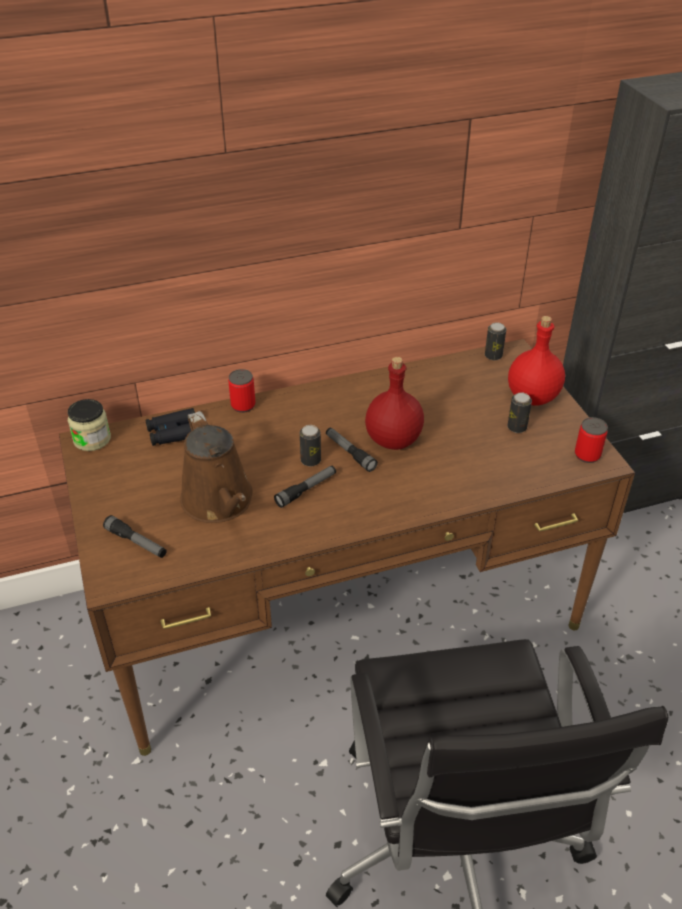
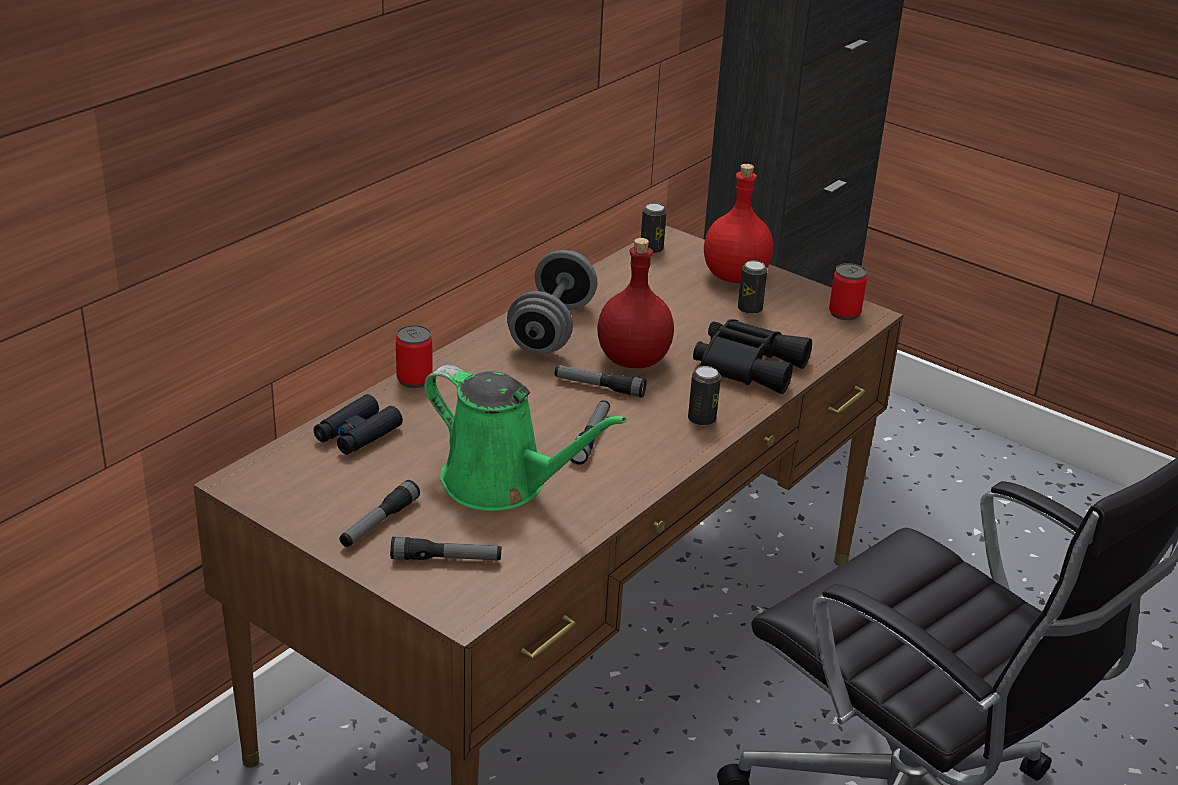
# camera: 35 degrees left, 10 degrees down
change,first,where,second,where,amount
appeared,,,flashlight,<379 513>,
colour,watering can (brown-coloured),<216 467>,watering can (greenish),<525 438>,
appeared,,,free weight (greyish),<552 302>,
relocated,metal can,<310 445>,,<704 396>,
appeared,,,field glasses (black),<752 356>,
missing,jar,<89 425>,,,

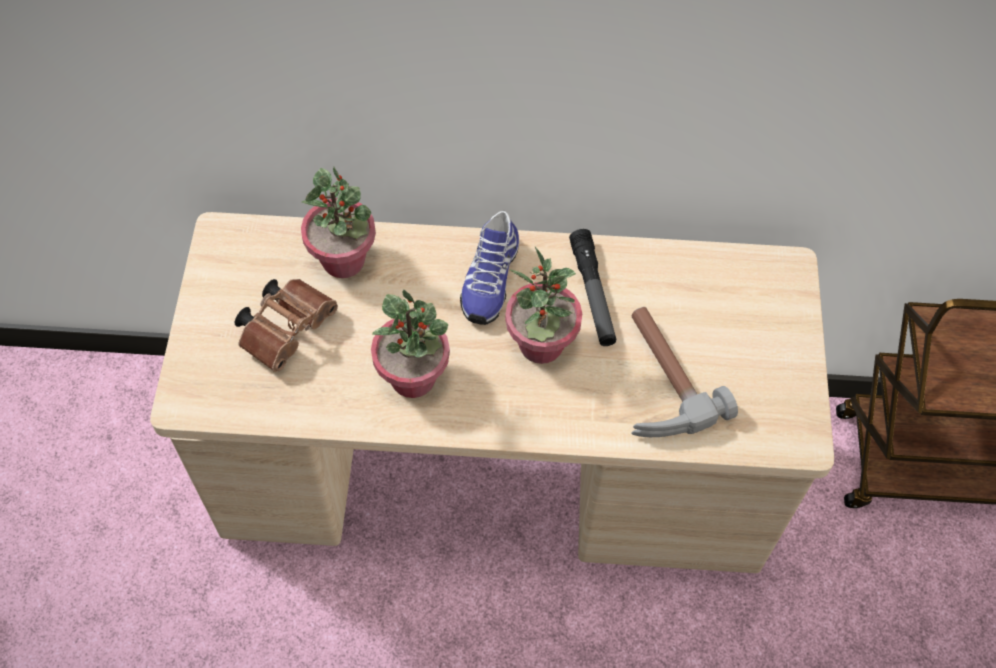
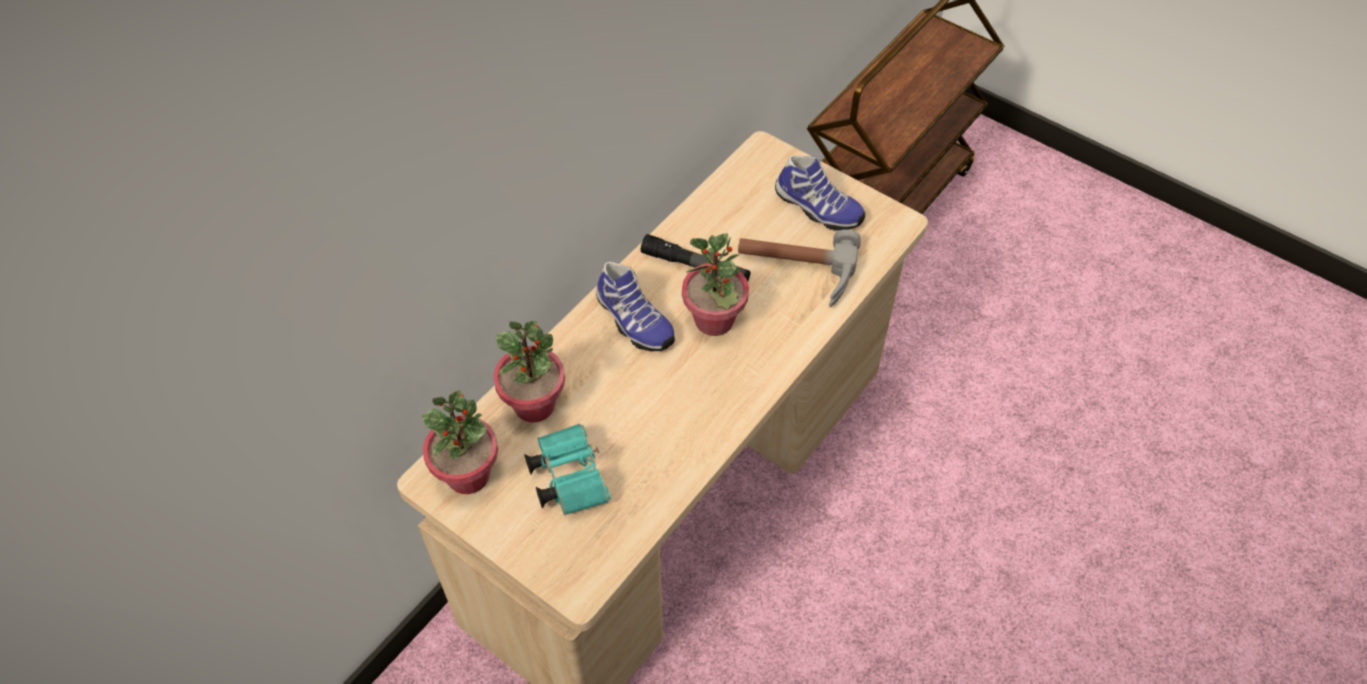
# camera: 55 degrees left, 5 degrees down
change,first,where,second,where,amount
relocated,houseplant,<410 343>,,<460 442>,
colour,field glasses (brown-coloured),<286 325>,field glasses (turquoise-coloured),<567 469>,
appeared,,,item of footwear,<820 193>,

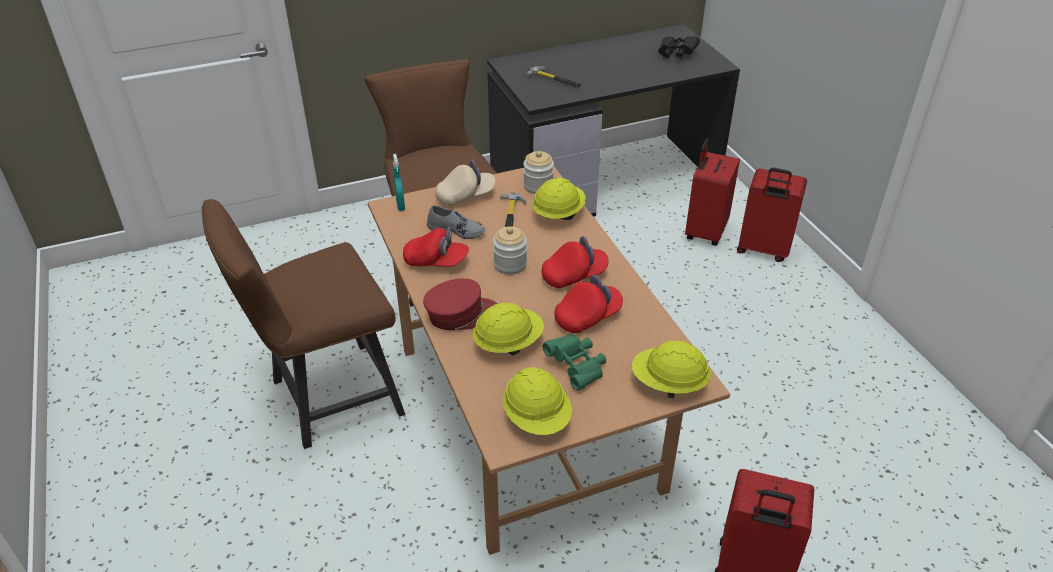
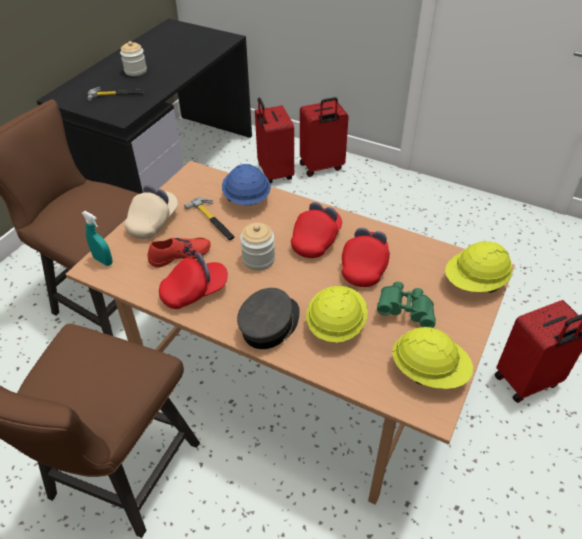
# camera: 40 degrees left, 5 degrees up
change,first,where,second,where,amount
relocated,jar,<538 172>,,<133 58>,
colour,item of footwear (greyish),<456 222>,item of footwear (red-coloured),<179 253>,
colour,hard hat (yellowish),<559 199>,hard hat (blue),<246 184>,
colour,peaked cap (red-coloured),<460 304>,peaked cap (greyish),<268 318>,
missing,field glasses (black),<679 47>,,,

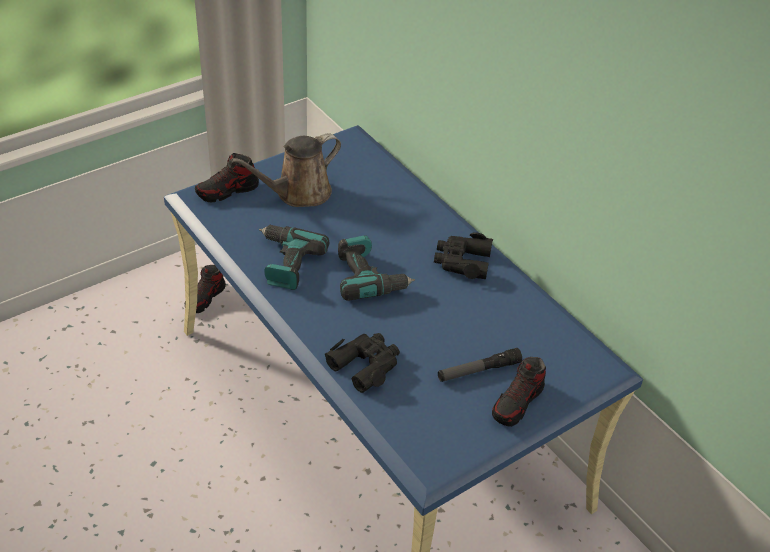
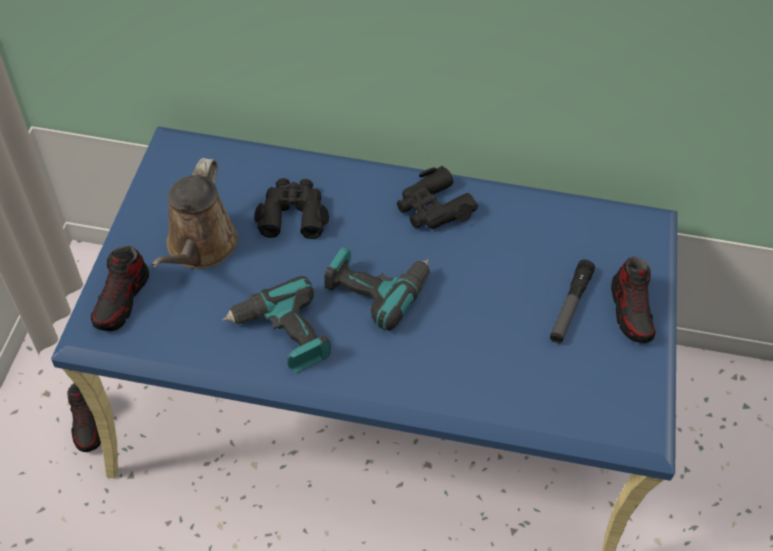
# camera: 45 degrees left, 10 degrees up
change,first,where,second,where,amount
relocated,field glasses (black),<362 363>,,<291 208>,

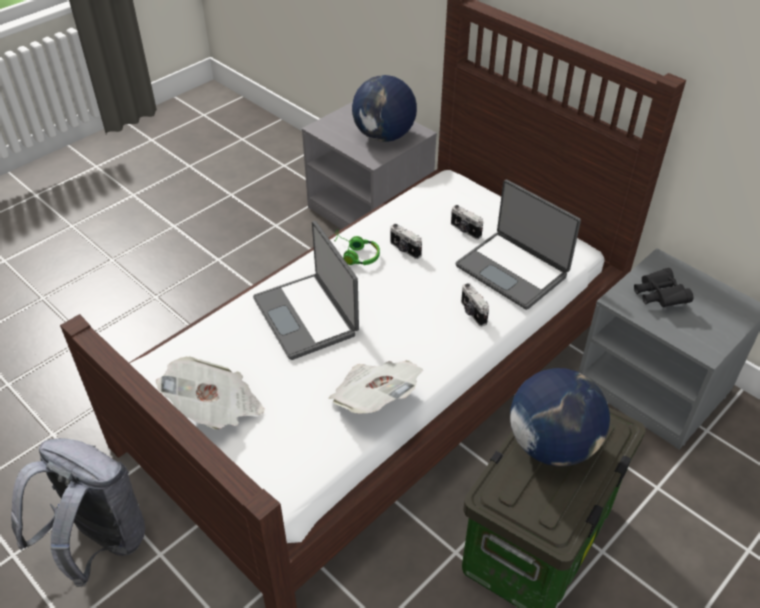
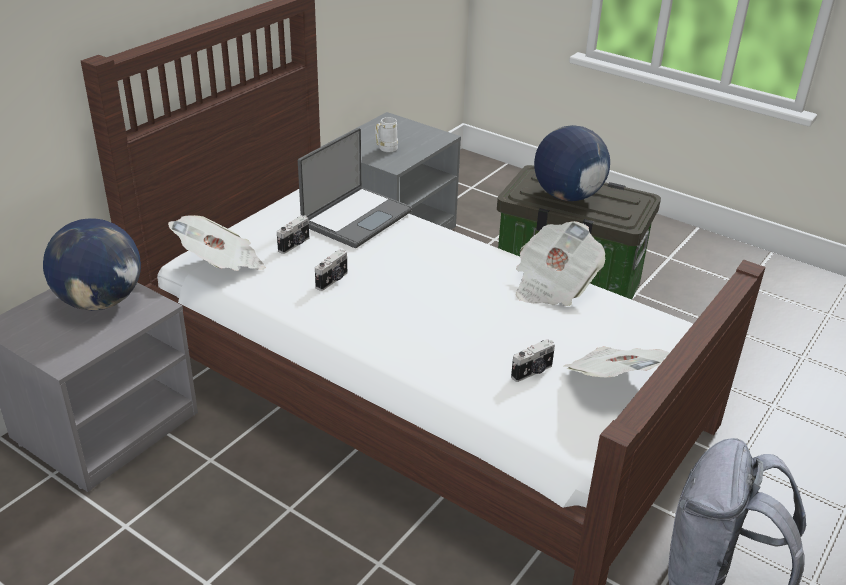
# camera: 100 degrees left, 10 degrees down
change,first,where,second,where,amount
appeared,,,printed paper,<217 243>,
exchanged,field glasses (black),<663 287>,tea mug (white-coloured),<386 134>,
relocated,still camera,<475 304>,,<533 360>,
missing,laptop,<306 290>,,,
missing,headset (greenish),<356 247>,,,

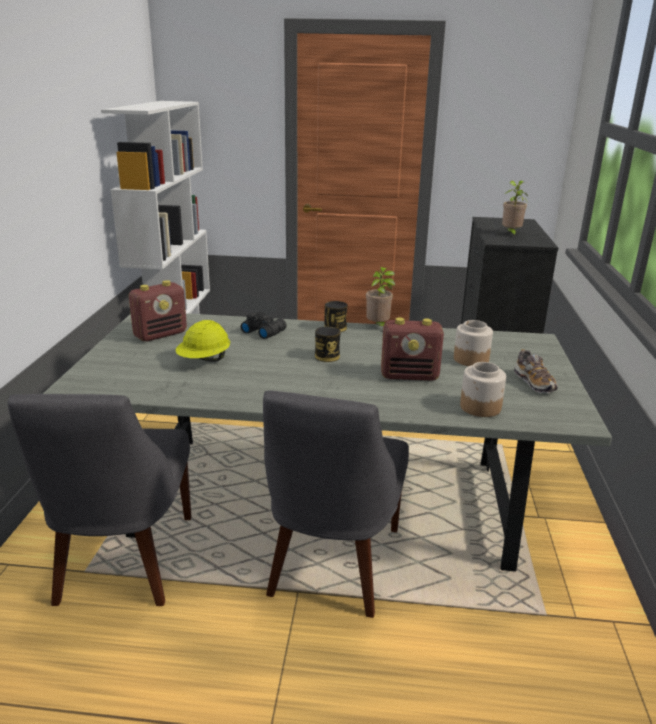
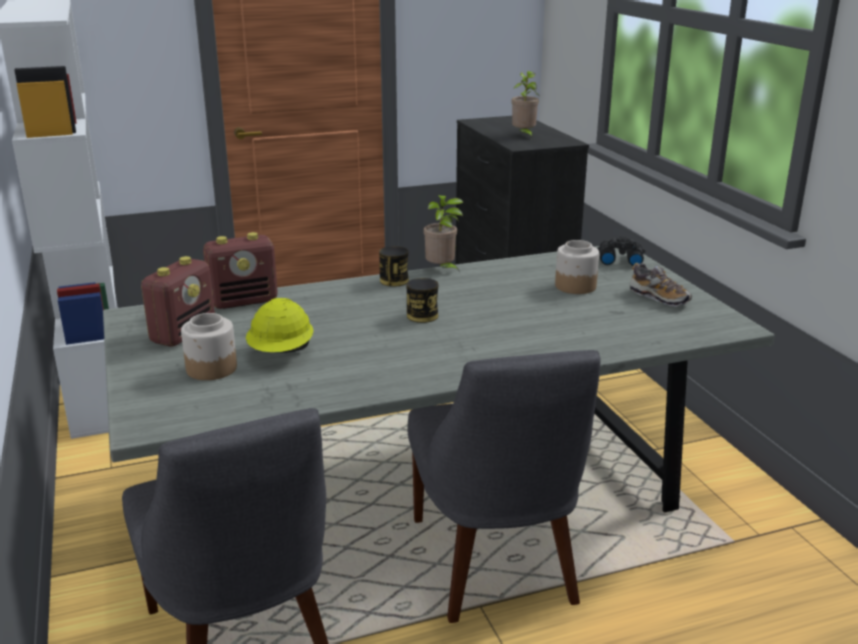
# camera: 25 degrees left, 0 degrees up
change,first,where,second,where,amount
relocated,jar,<483 389>,,<209 346>,
relocated,radio set,<412 349>,,<240 270>,
relocated,field glasses (black),<264 325>,,<621 251>,

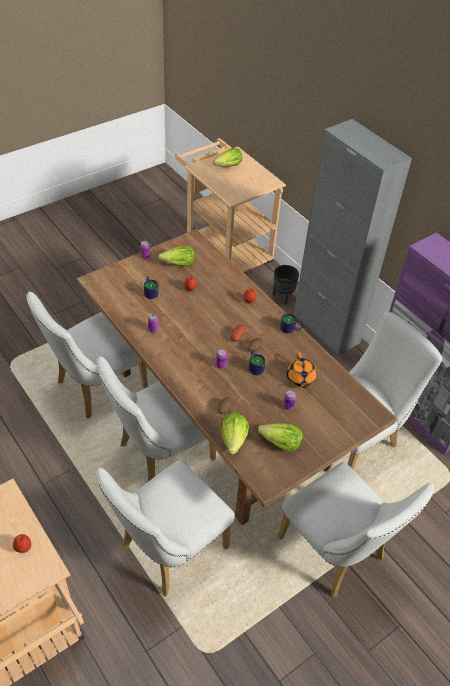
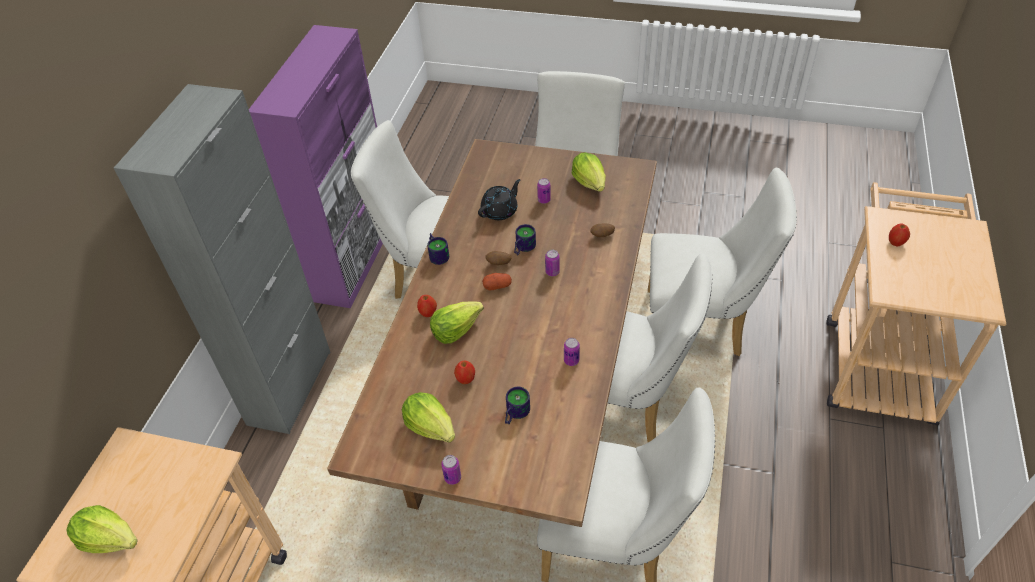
# camera: 125 degrees left, 0 degrees up
change,first,where,second,where,amount
relocated,head of lettuce,<235 433>,,<457 323>,
colour,pot for tea (orangey),<302 370>,pot for tea (black),<499 199>,
missing,planter (black),<286 285>,,,

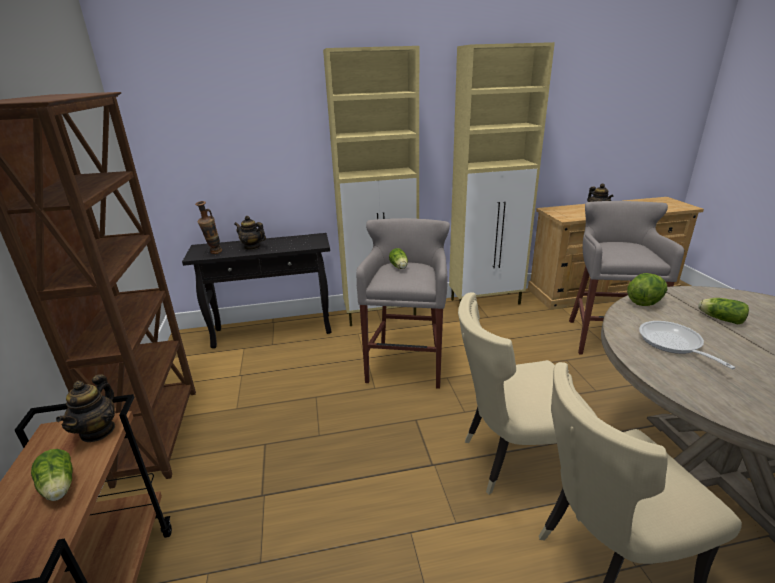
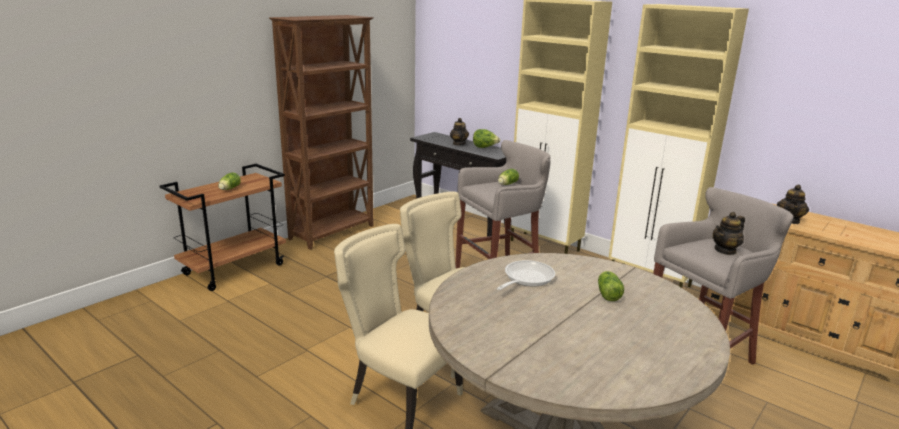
# camera: 50 degrees right, 5 degrees down
change,first,where,second,where,amount
relocated,head of lettuce,<647 289>,,<486 138>,
relocated,pot for tea,<85 408>,,<729 233>,
missing,flower vase,<208 227>,,,

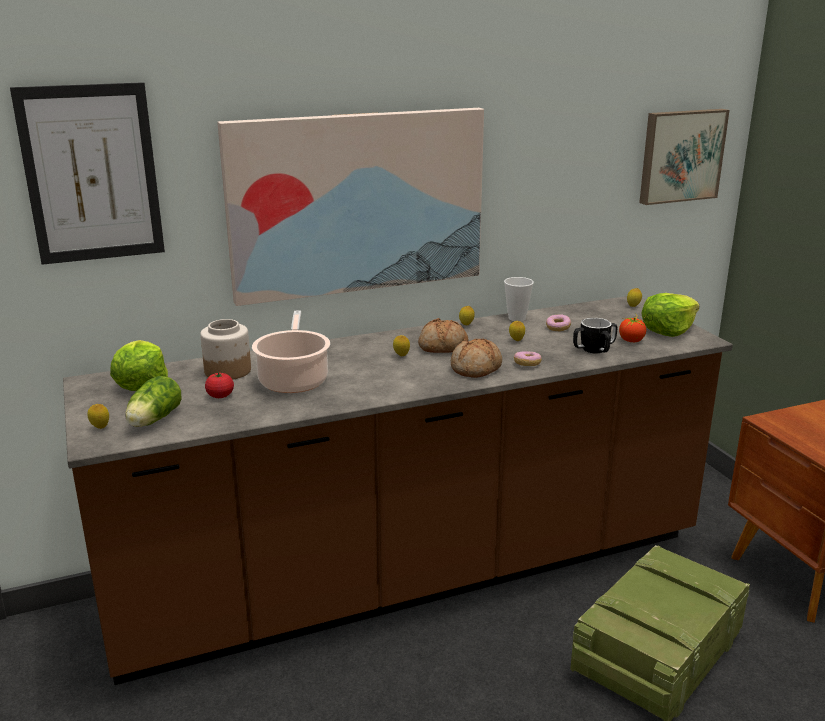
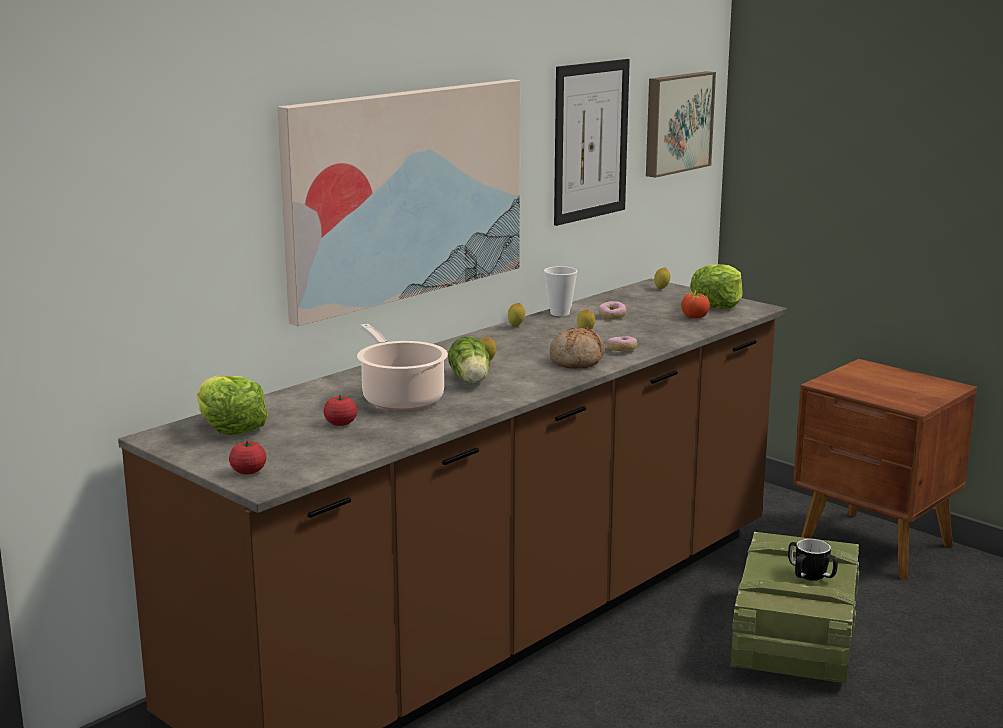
# camera: 25 degrees left, 5 degrees down
change,first,where,second,where,amount
exchanged,lemon,<98 416>,fresh tomato,<248 457>,
relocated,head of lettuce,<153 401>,,<469 359>,
relocated,wall art,<87 173>,,<592 142>,
relocated,tea mug,<595 335>,,<813 560>,
missing,jar,<225 349>,,,
missing,bakery bread,<443 335>,,,

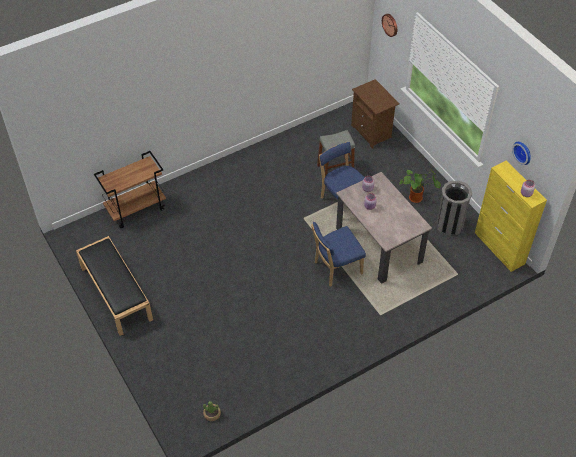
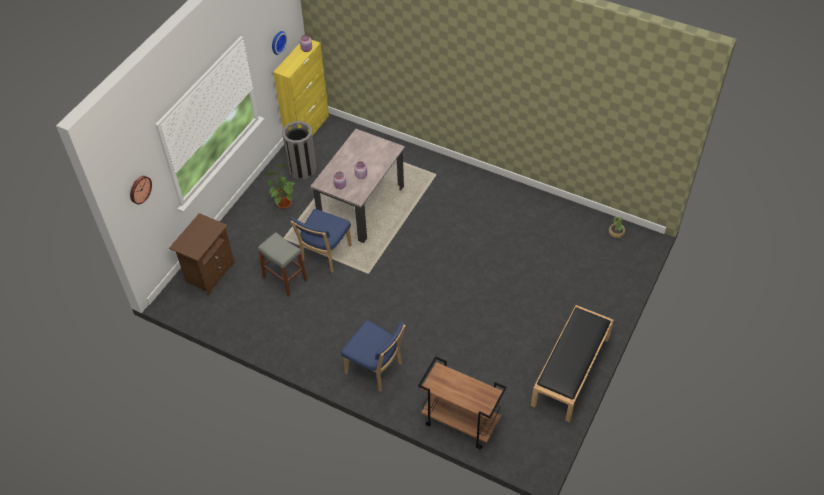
# camera: 120 degrees left, 0 degrees up
change,first,where,second,where,amount
relocated,upright chair (blue),<338 254>,,<373 356>,

